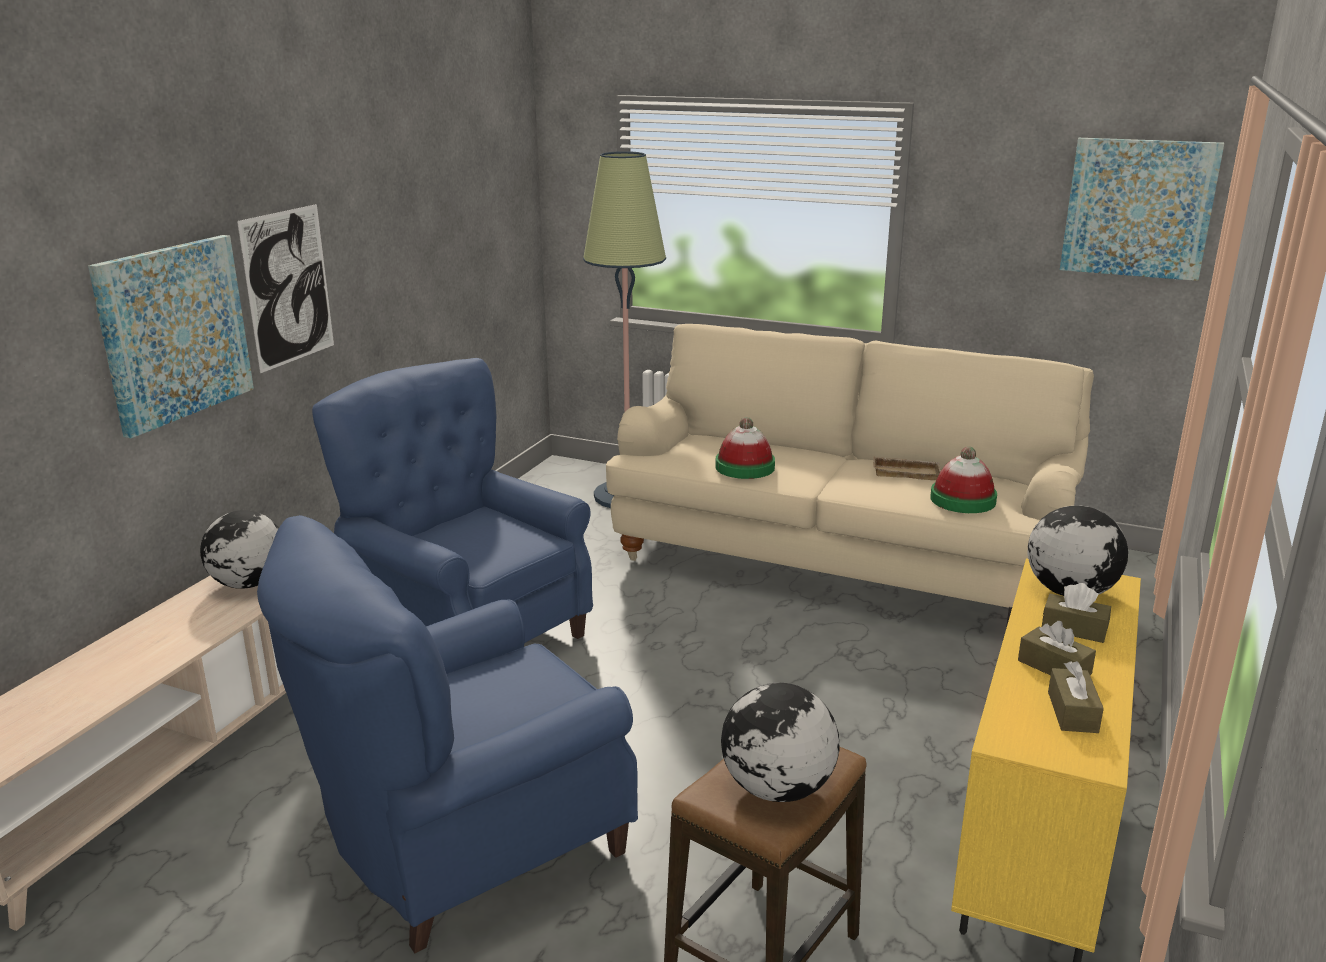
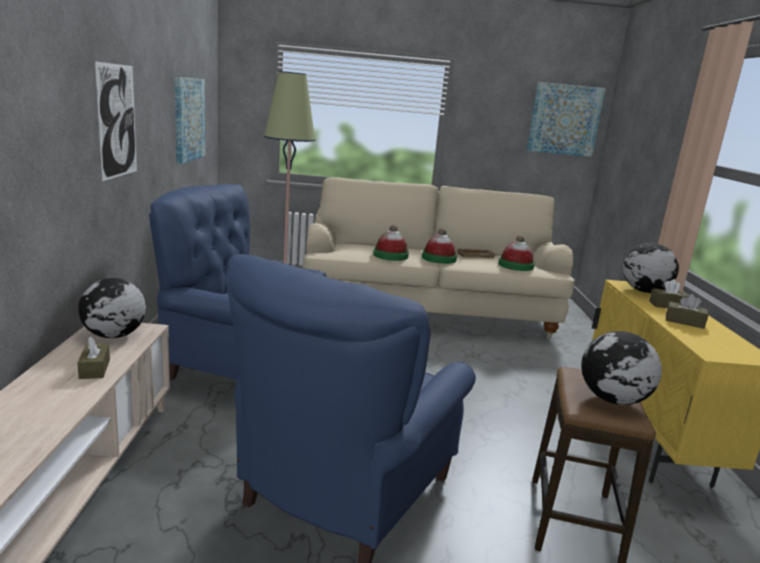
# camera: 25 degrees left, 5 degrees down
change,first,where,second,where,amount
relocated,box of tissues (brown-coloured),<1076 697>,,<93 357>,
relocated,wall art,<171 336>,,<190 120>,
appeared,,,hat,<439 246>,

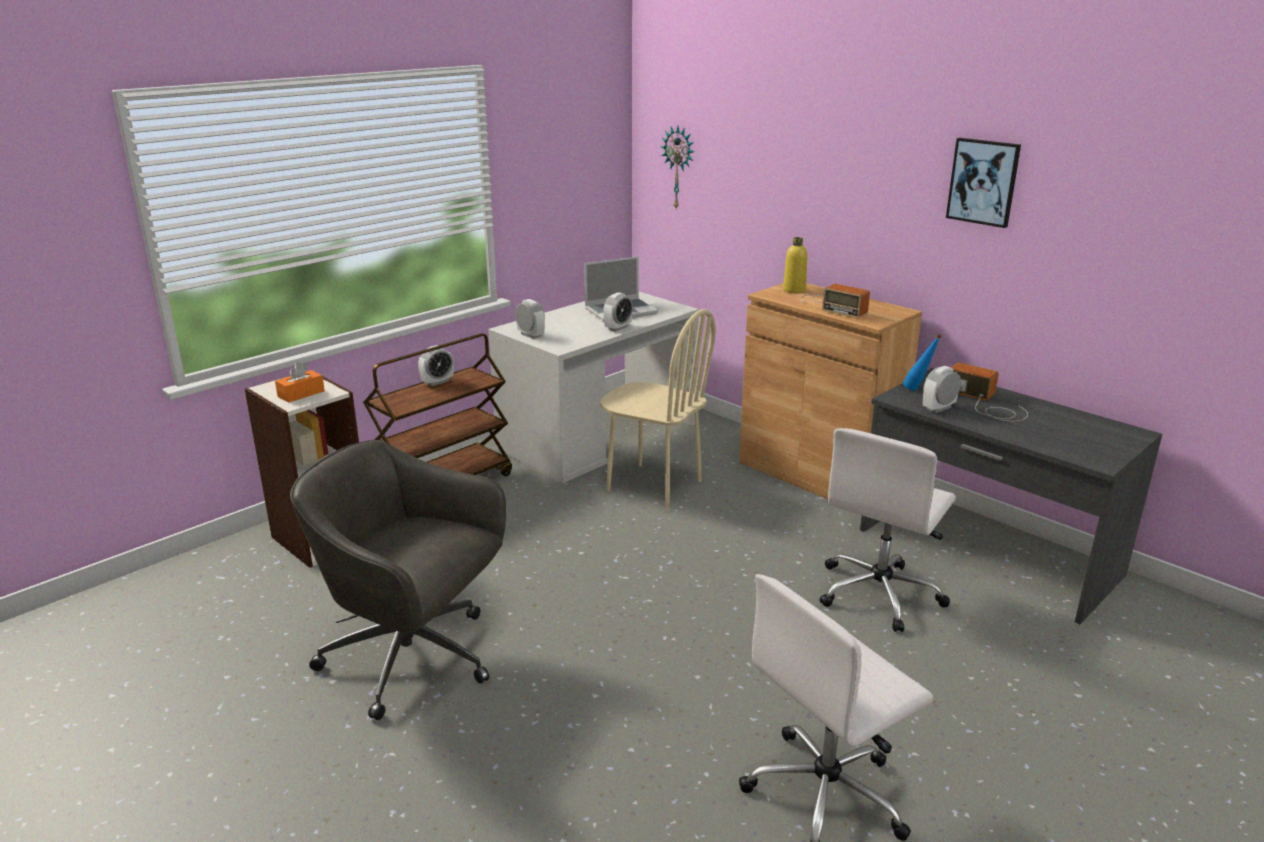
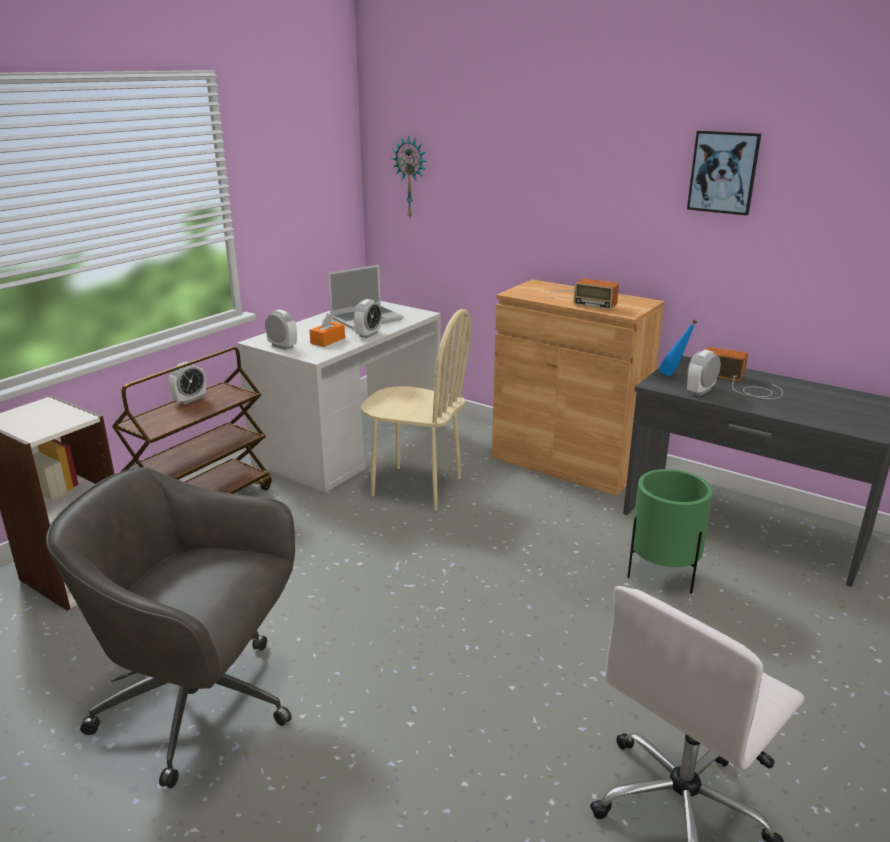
# camera: 10 degrees left, 0 degrees up
change,first,where,second,where,amount
relocated,box of tissues (orangey),<300 382>,,<327 330>,
exchanged,desk chair (white-coloured),<888 530>,planter (greenish),<670 531>,
missing,bottle (yellowish),<795 265>,,,

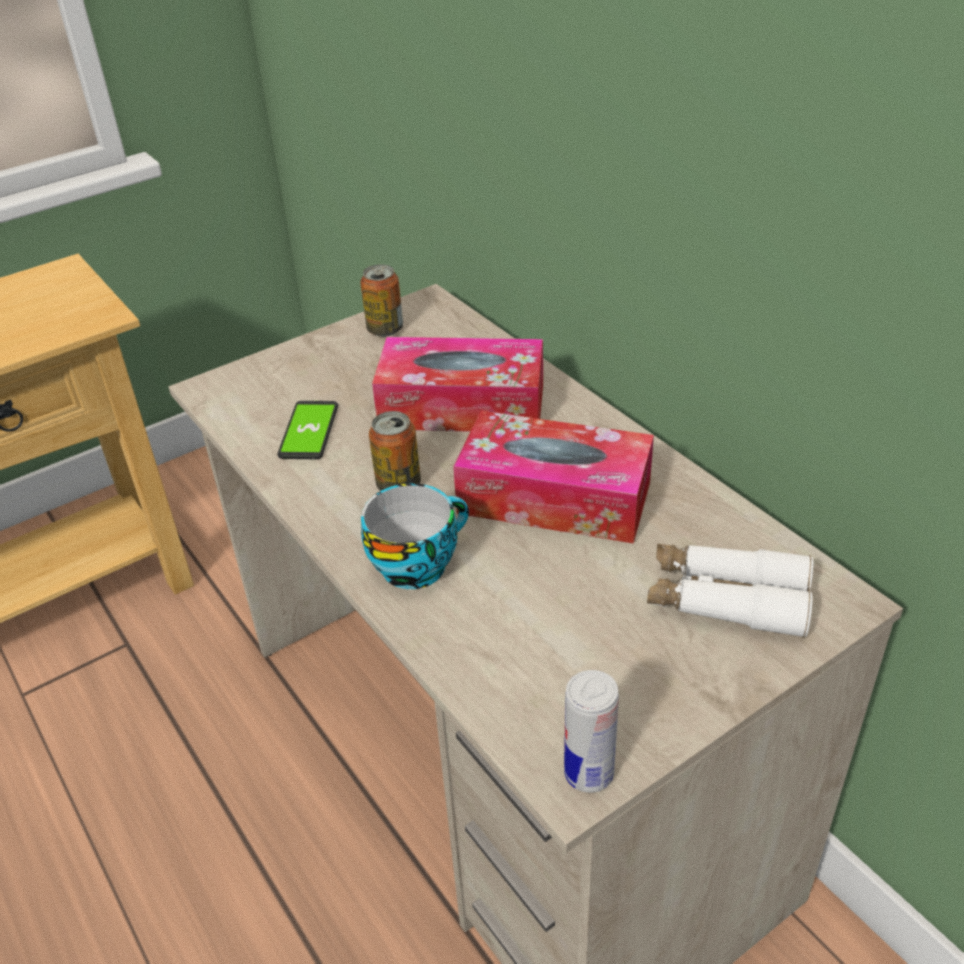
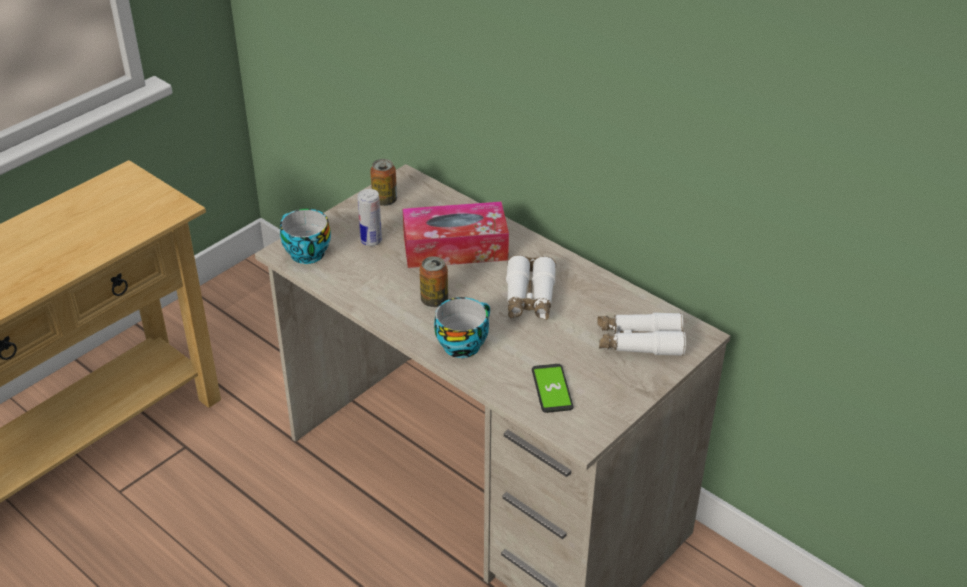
# camera: 15 degrees left, 0 degrees up
change,first,where,second,where,amount
appeared,,,cup,<305 236>,
relocated,metal can,<591 731>,,<370 217>,
exchanged,box of tissues,<553 477>,field glasses (white-coloured),<531 287>,
relocated,phone,<308 430>,,<552 388>,

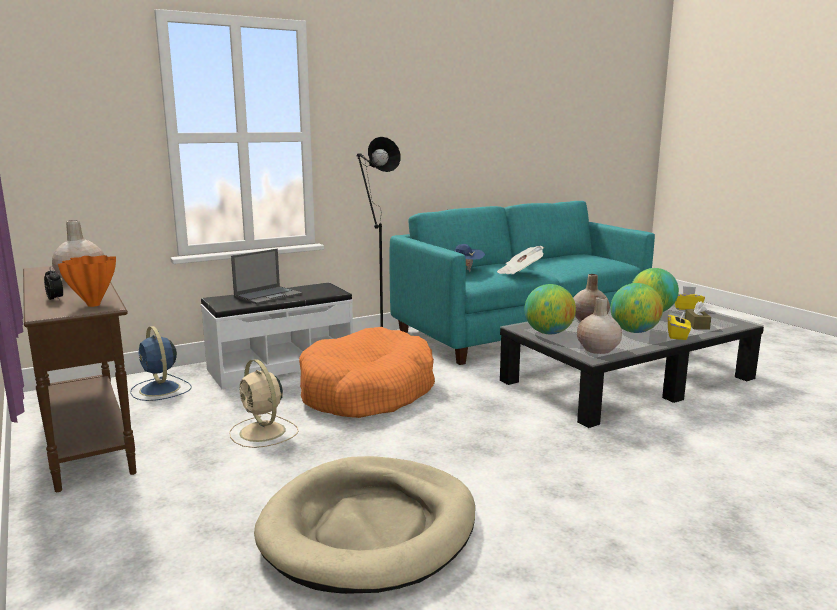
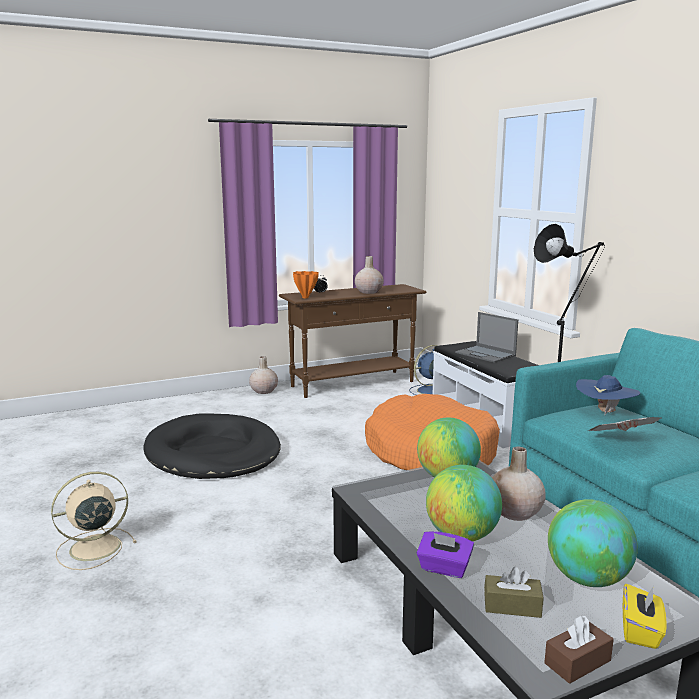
# camera: 95 degrees right, 0 degrees up
change,first,where,second,where,amount
relocated,fan (beige),<264 403>,,<94 521>,
colour,pet bed (beige),<364 525>,pet bed (black),<212 446>,
relocated,flower vase (beige),<599 325>,,<263 375>,
colour,box of tissues (yellowish),<679 325>,box of tissues (purple),<445 554>,
appeared,,,box of tissues (brown-coloured),<579 649>,

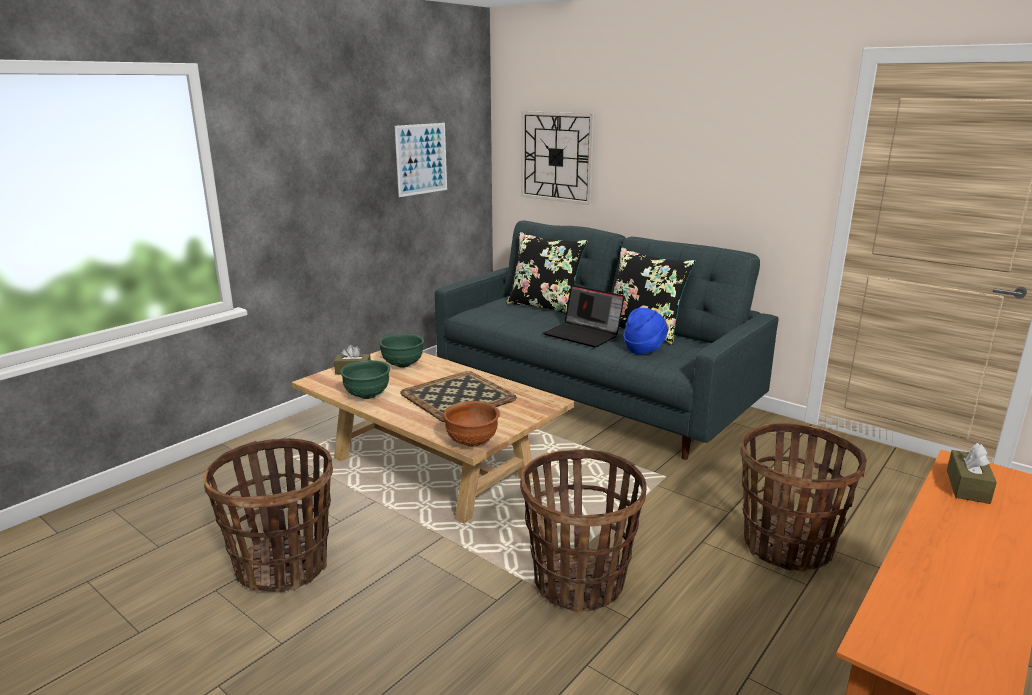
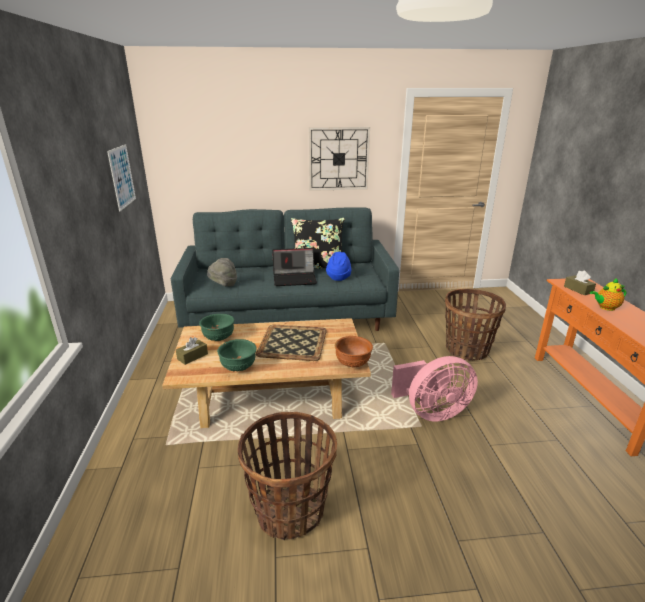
# camera: 45 degrees left, 5 degrees up
change,first,where,second,where,amount
appeared,,,hat (greyish),<222 272>,
relocated,wall clock,<558 158>,,<339 159>,
exchanged,basket,<583 531>,fan (pink-coloured),<434 389>,
appeared,,,pot for tea,<608 294>,
missing,pillow (black),<547 273>,,,

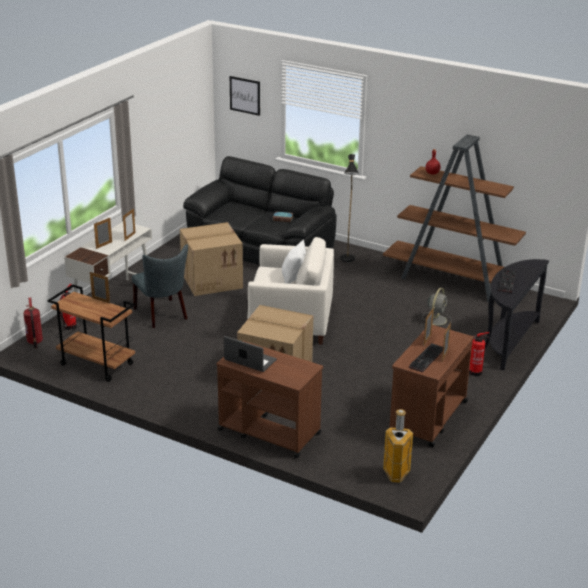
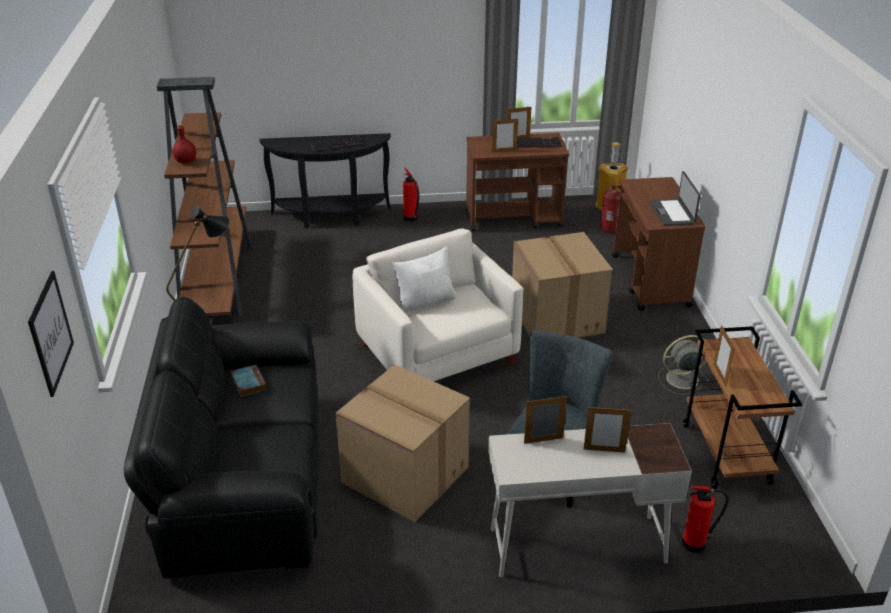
# camera: 125 degrees left, 5 degrees up
change,first,where,second,where,amount
relocated,fire-fighting cylinder,<33 323>,,<610 209>,
relocated,fan (greyish),<437 307>,,<683 365>,

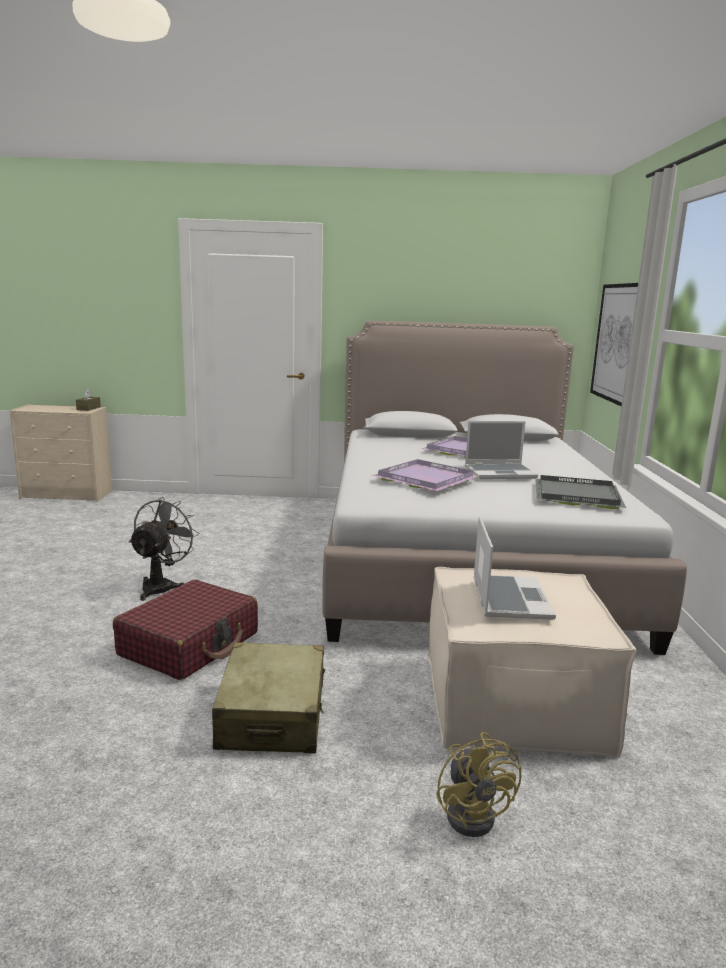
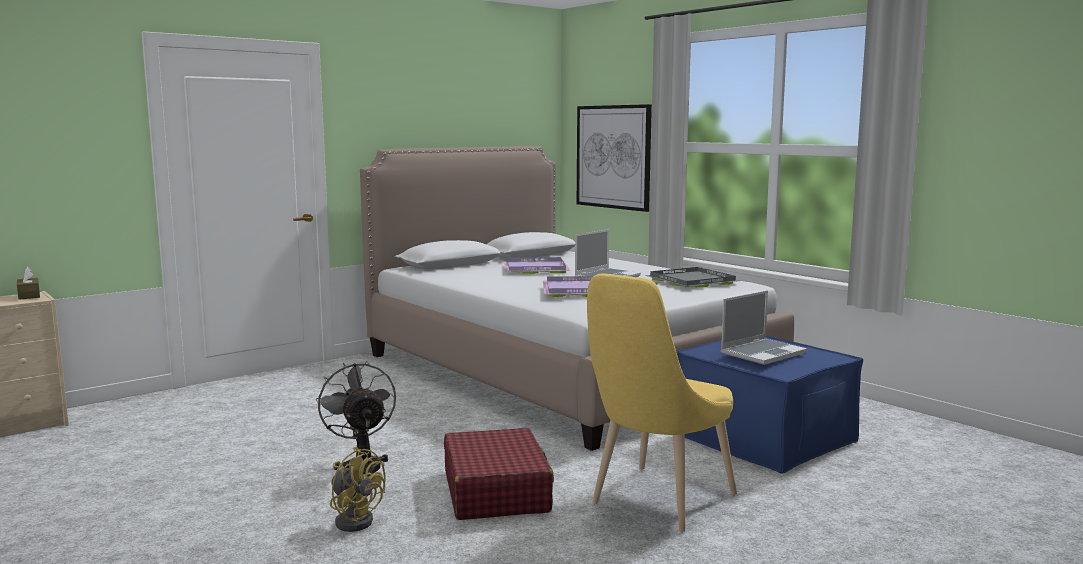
# camera: 40 degrees left, 5 degrees down
change,first,where,second,where,amount
relocated,fan (yellowish),<478 784>,,<357 489>,
exchanged,suitcase (beige),<268 698>,upright chair (yellowish),<662 402>,
colour,footrest (beige),<532 662>,footrest (blue),<770 404>,
spun,laptop,<514 568>,,<764 327>,90 degrees clockwise

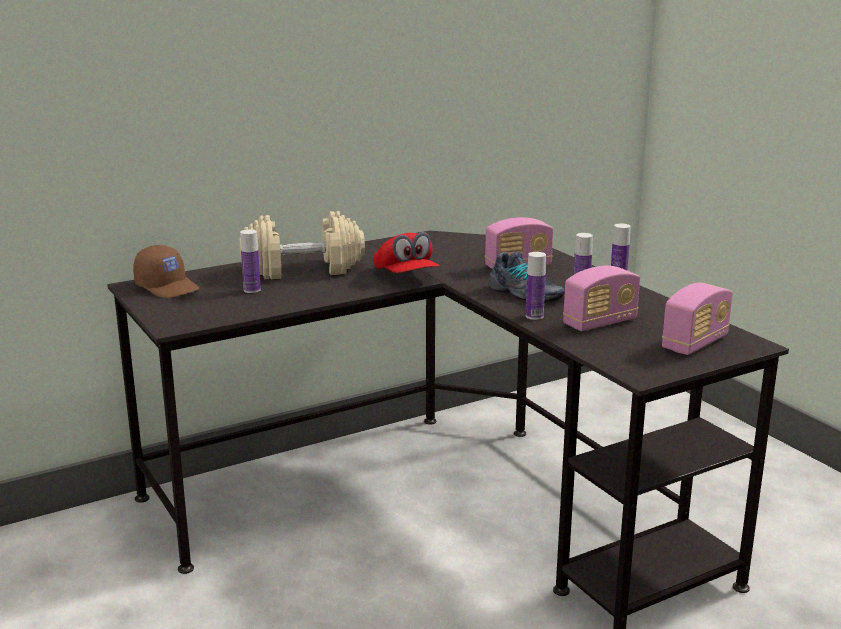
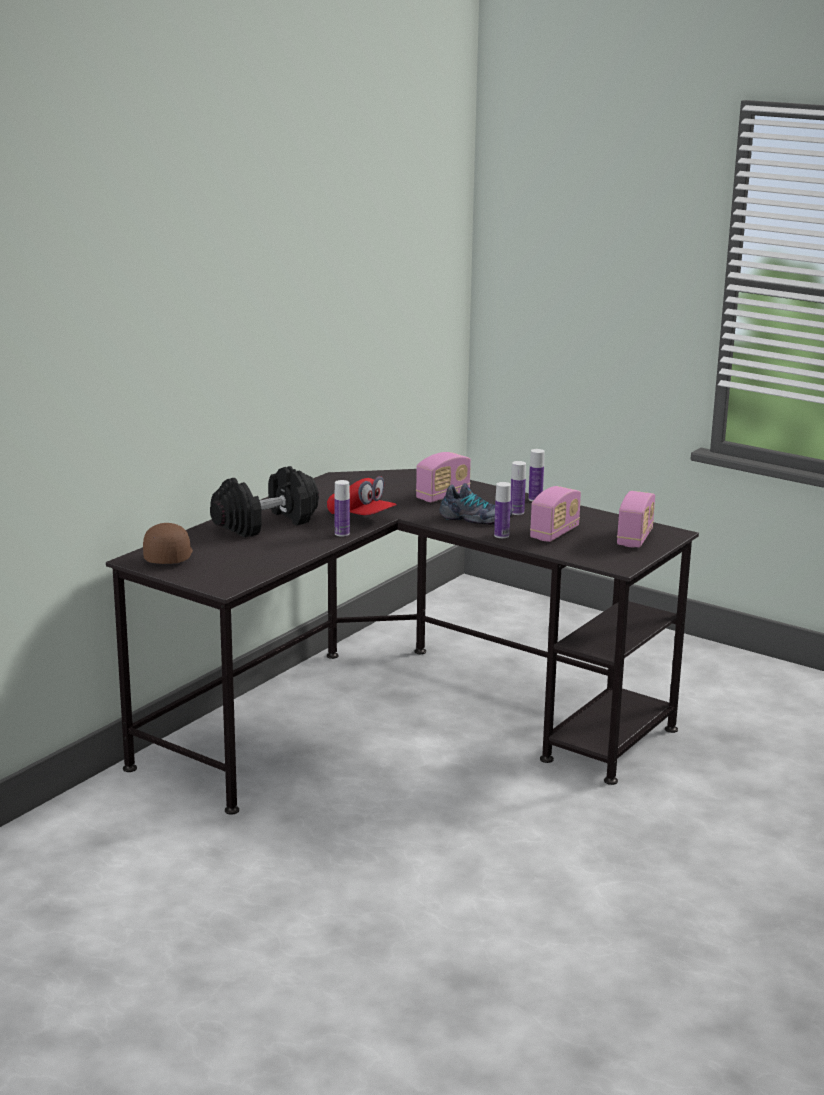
# camera: 25 degrees left, 0 degrees up
change,first,where,second,where,amount
spun,peaked cap (brown-coloured),<166 271>,,<168 543>,105 degrees counterclockwise
colour,free weight (beige),<302 245>,free weight (black),<264 501>,
relocated,bottle,<250 261>,,<342 508>,

